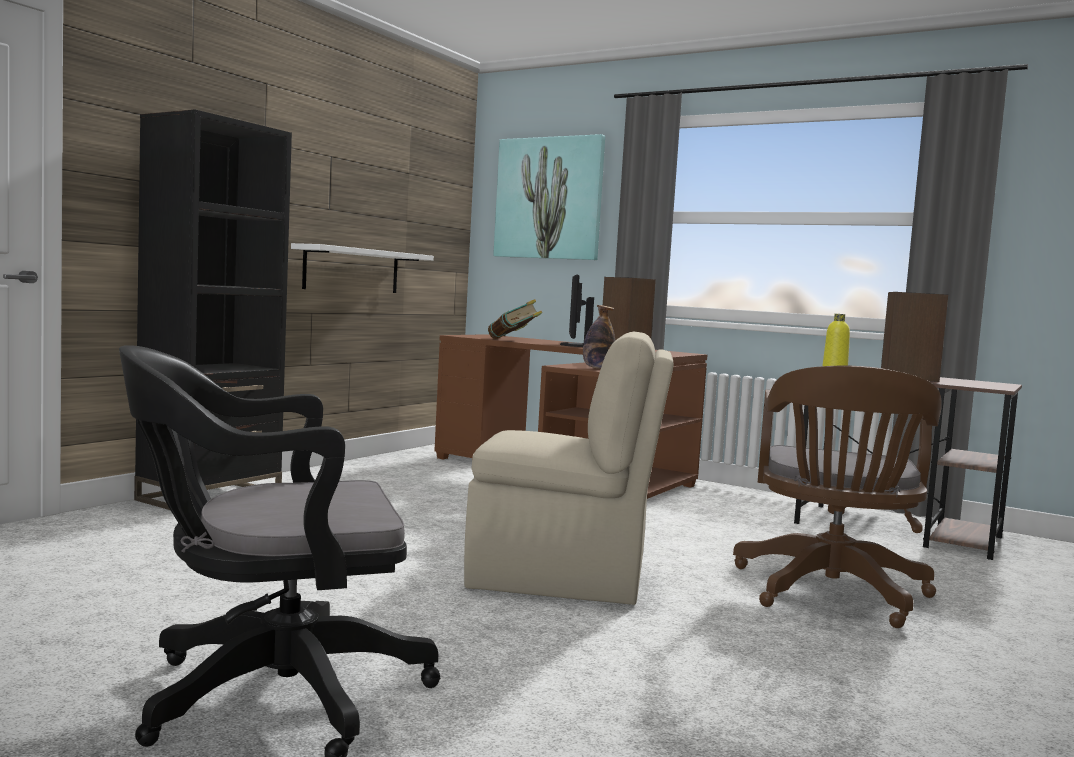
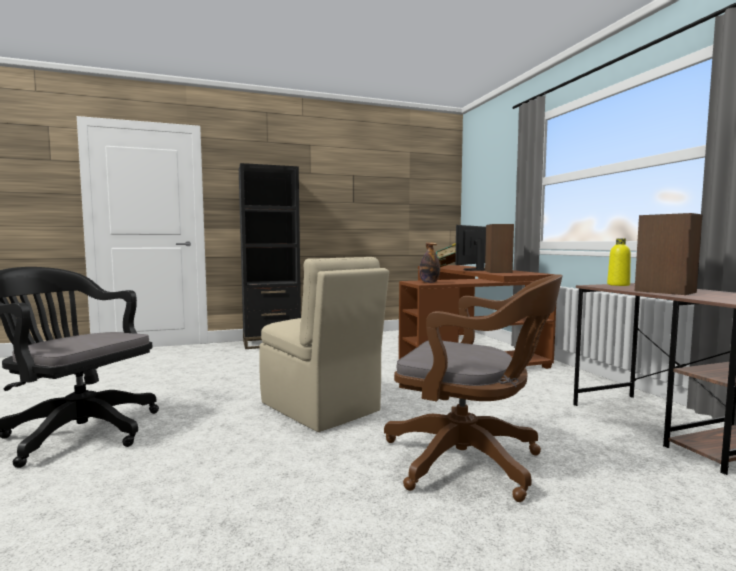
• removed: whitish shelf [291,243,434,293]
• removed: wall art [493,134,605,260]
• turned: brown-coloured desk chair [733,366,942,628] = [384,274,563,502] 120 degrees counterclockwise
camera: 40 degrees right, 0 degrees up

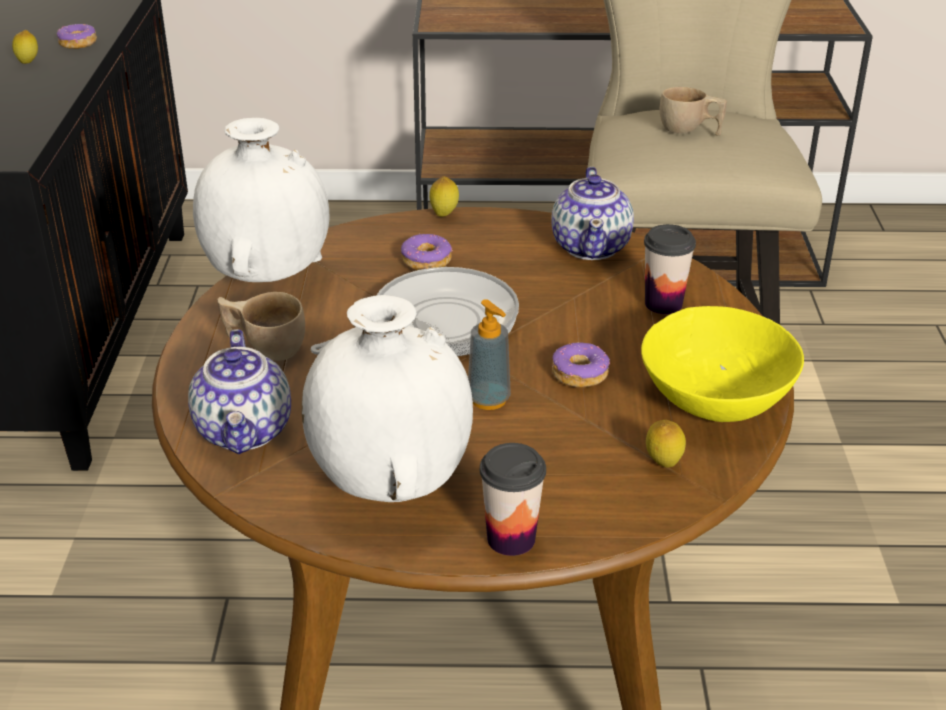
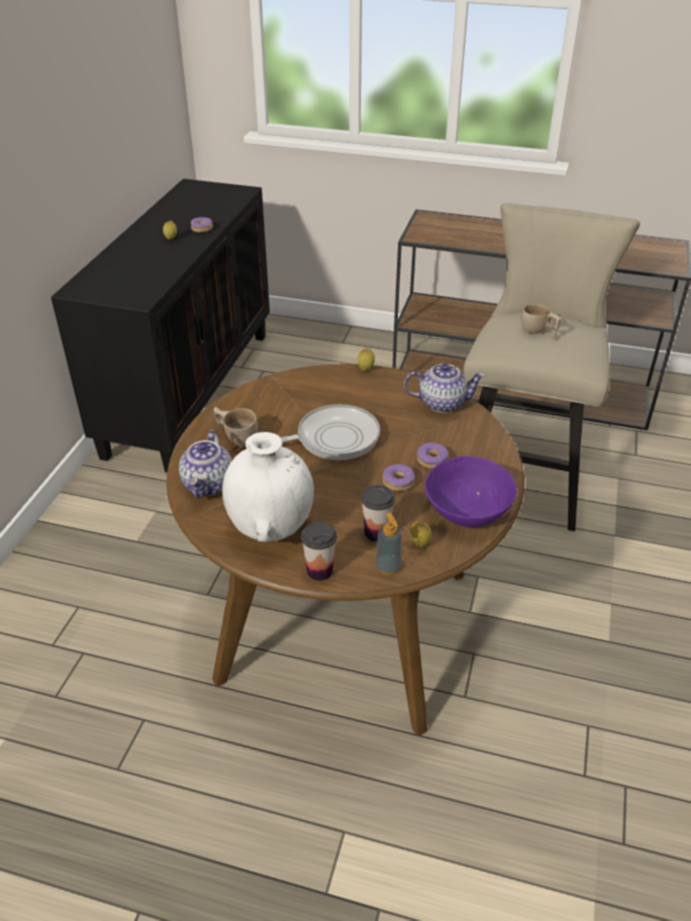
• removed: whitish decorative vase [193,118,329,282]
• moved: doughnut [401,234,453,270] to [417,443,449,469]
• moved: soap dispenser [468,299,511,410] to [375,513,402,575]
• moved: drinking cup [644,224,696,314] to [361,485,395,541]
• recoloured: yellowish serving bowl [641,306,804,422] to purple-coloured serving bowl [425,456,517,527]
• turned: teapot [551,167,634,260] = [404,363,485,413] 105 degrees counterclockwise
camera: 15 degrees right, 5 degrees up

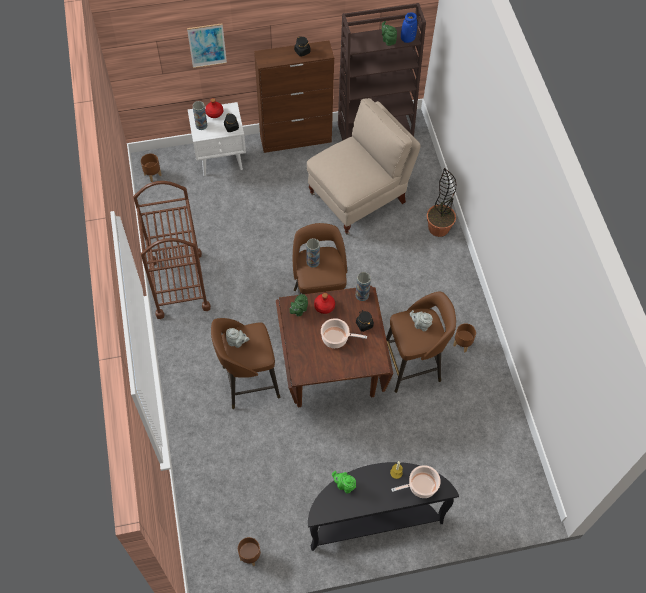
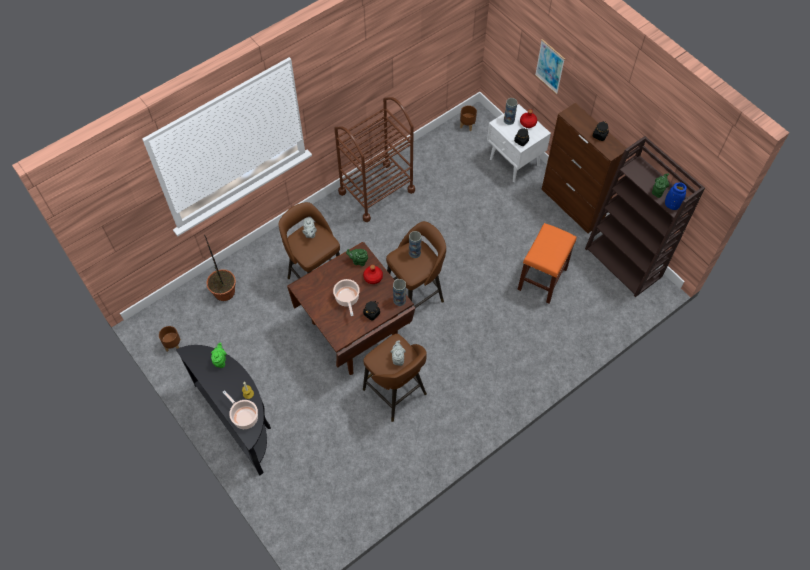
• removed: brown-coloured flower pot [453,323,476,353]
• moved: houseplant [427,168,456,237] to [204,235,236,301]
• replaced: beige-coloured upright chair [307,98,421,235] to orange sitting stool [517,223,577,304]
camera: 65 degrees right, 0 degrees up

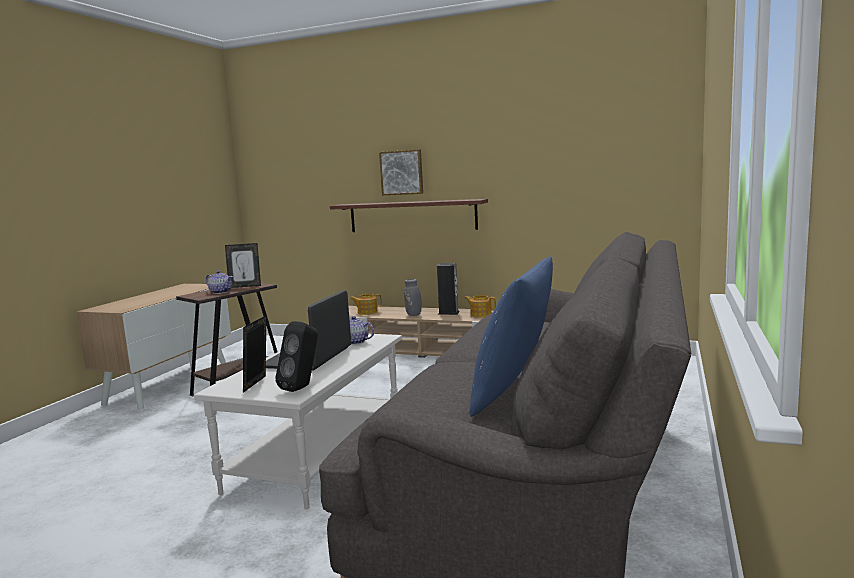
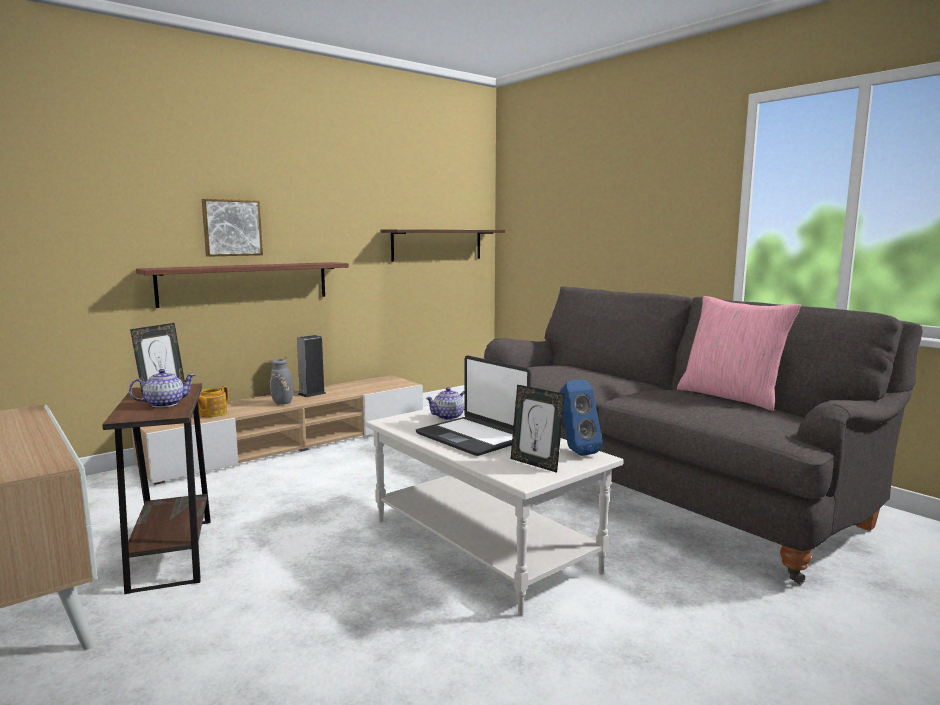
• removed: teapot [464,295,496,318]
• added: shelf [381,229,505,262]
• recoloured: blackish speaker [275,321,318,392] to blue speaker [559,380,603,456]
• recoloured: blue pillow [469,257,553,417] to pink pillow [677,296,801,411]
camera: 60 degrees left, 0 degrees up

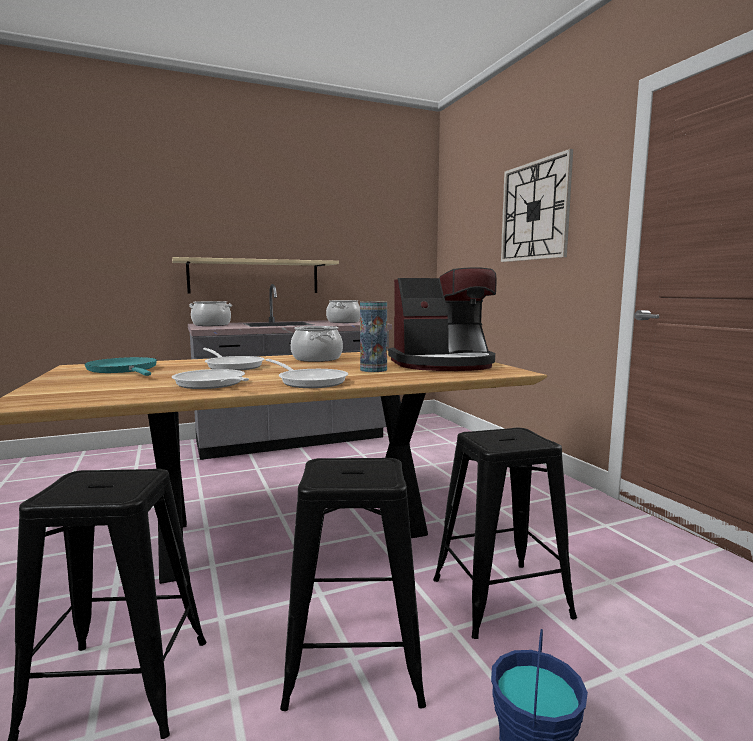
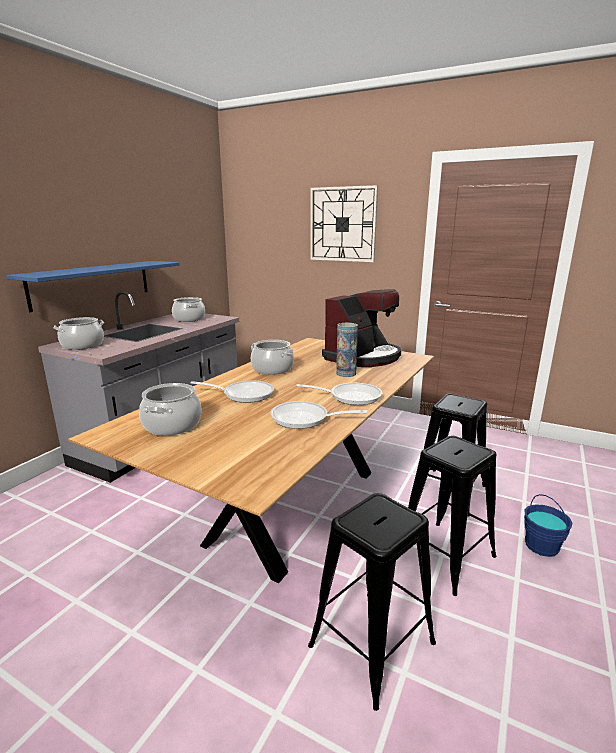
• replaced: blue-green pan [84,357,157,376] to stockpot [139,383,202,436]
• recoloured: beige-coloured shelf [172,257,339,294] to blue shelf [6,261,180,312]
camera: 40 degrees left, 10 degrees up

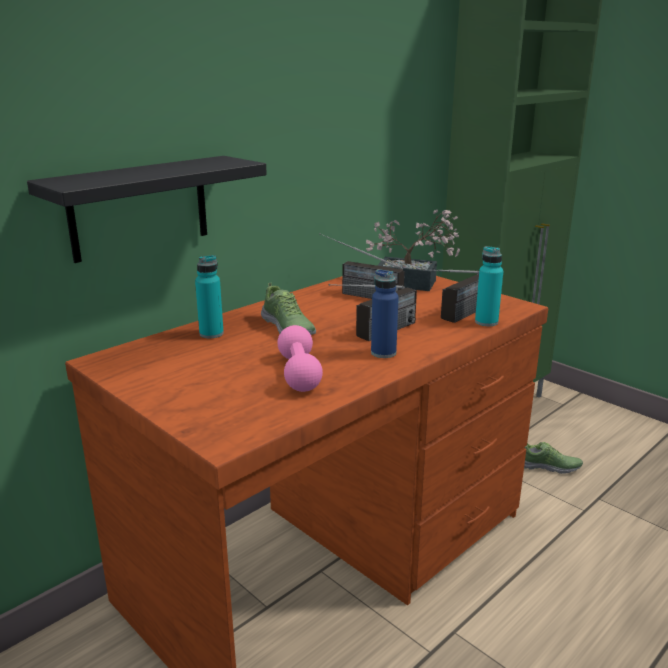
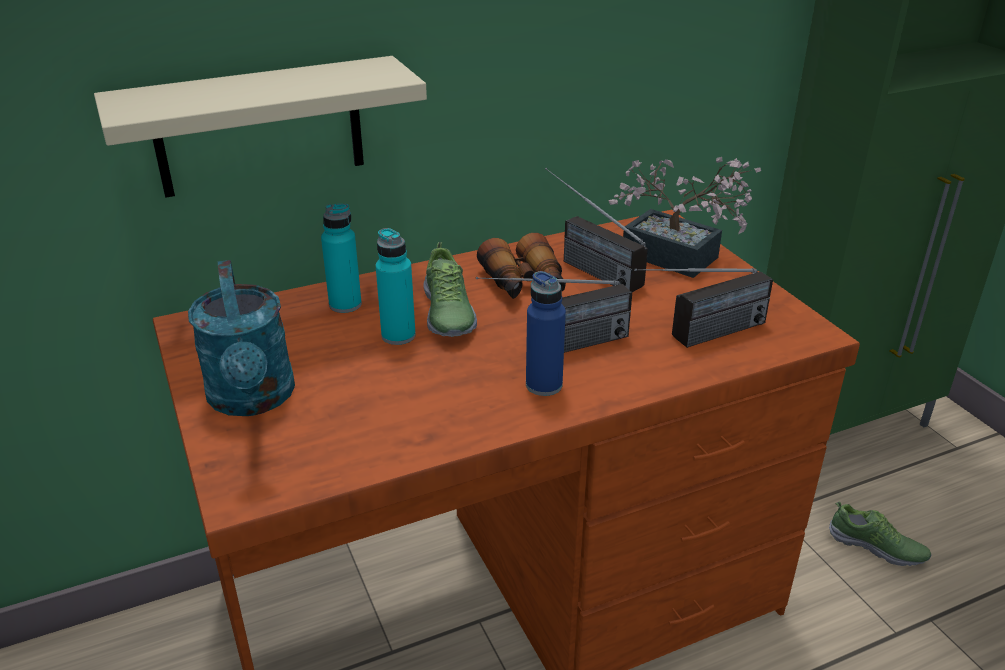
• removed: pink dumbbell [278,325,323,392]
• added: blue-green watering pot [188,260,295,416]
• added: binoculars [477,233,566,299]
• moved: blue-green bottle [475,246,503,326] to [376,228,416,345]
• recoloured: blackish shelf [27,156,267,263] to beige-coloured shelf [94,56,427,198]
camera: 20 degrees right, 10 degrees up

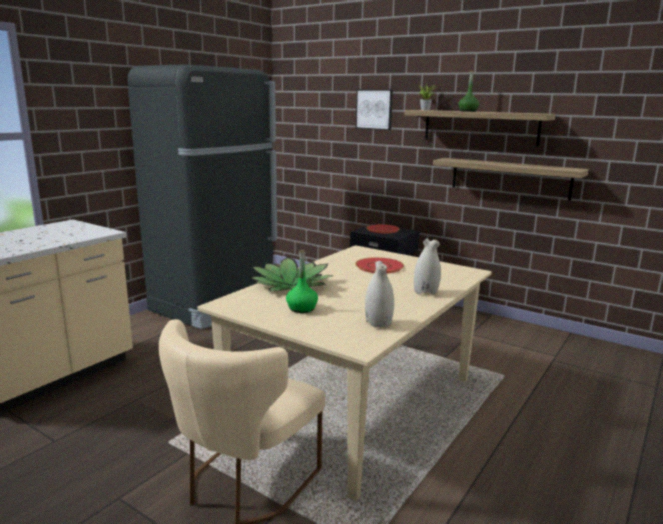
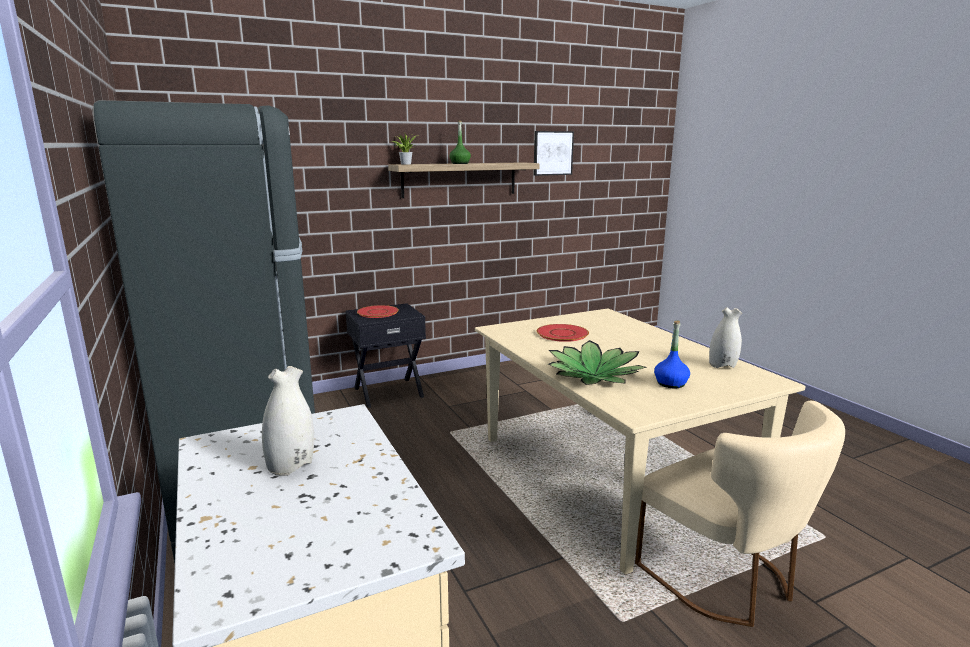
• removed: shelf [433,158,589,200]
• moved: wall art [355,89,393,130] to [534,131,574,176]
• moved: whitish decorative vase [414,239,441,295] to [262,366,314,476]
• recoloured: green-coloured bottle [286,250,318,313] to blue bottle [654,321,690,388]
camera: 60 degrees left, 0 degrees up

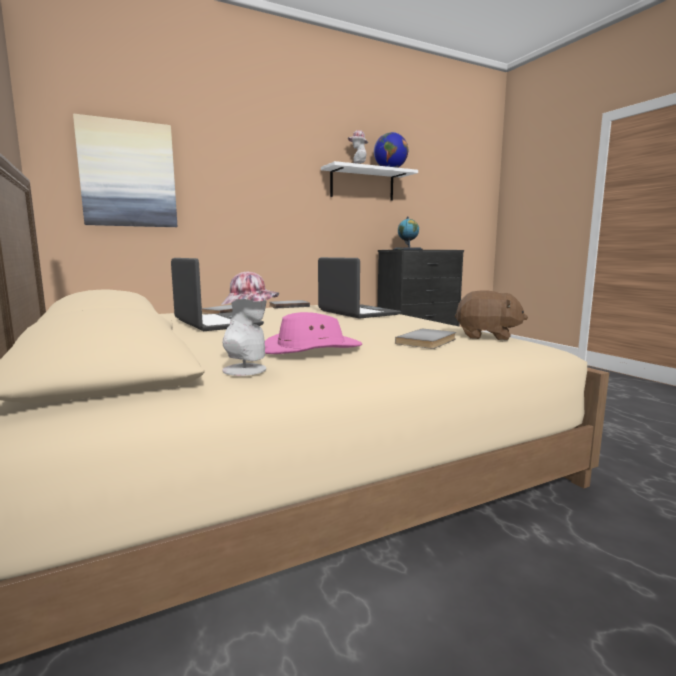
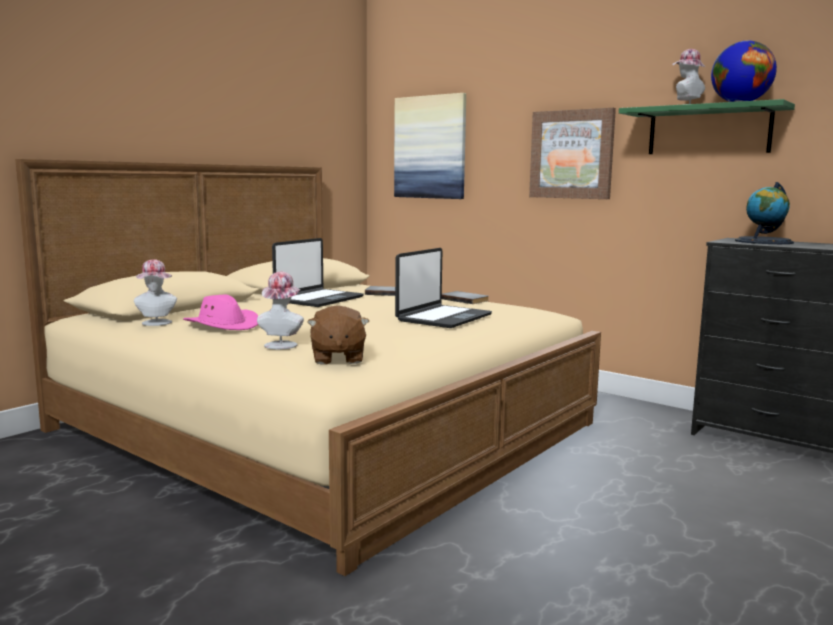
• added: wall art [529,108,616,199]
• replaced: greyish book [395,329,456,349] to hat [257,272,304,350]
• recoloured: whitish shelf [321,161,418,201] to green-coloured shelf [619,99,795,154]
camera: 65 degrees right, 0 degrees up

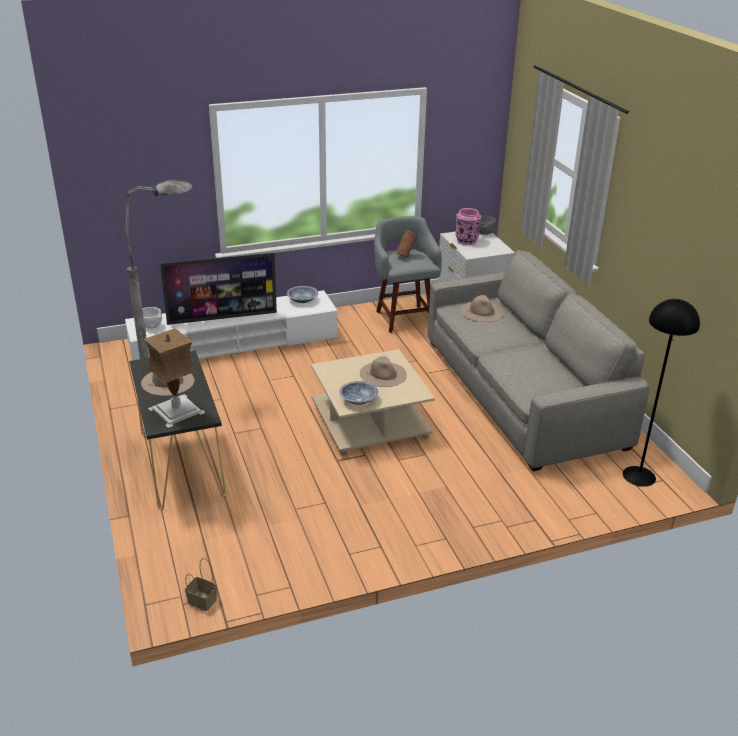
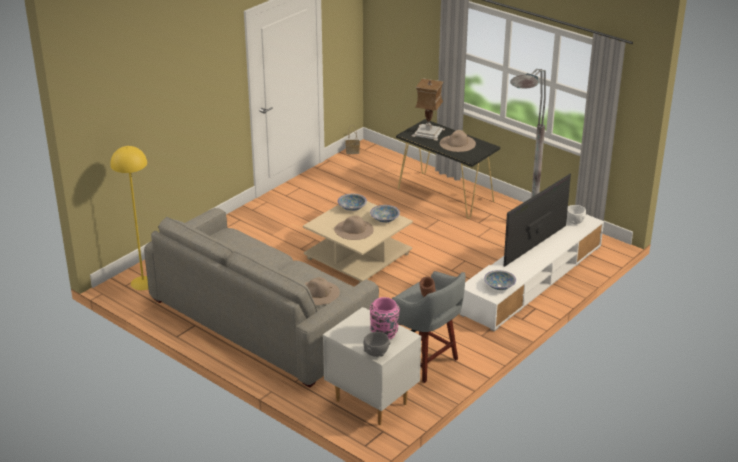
• added: serving bowl [370,205,400,222]
• recoloured: blackish floor lamp [623,299,700,487] to yellowish floor lamp [110,146,148,290]
camera: 150 degrees right, 0 degrees up

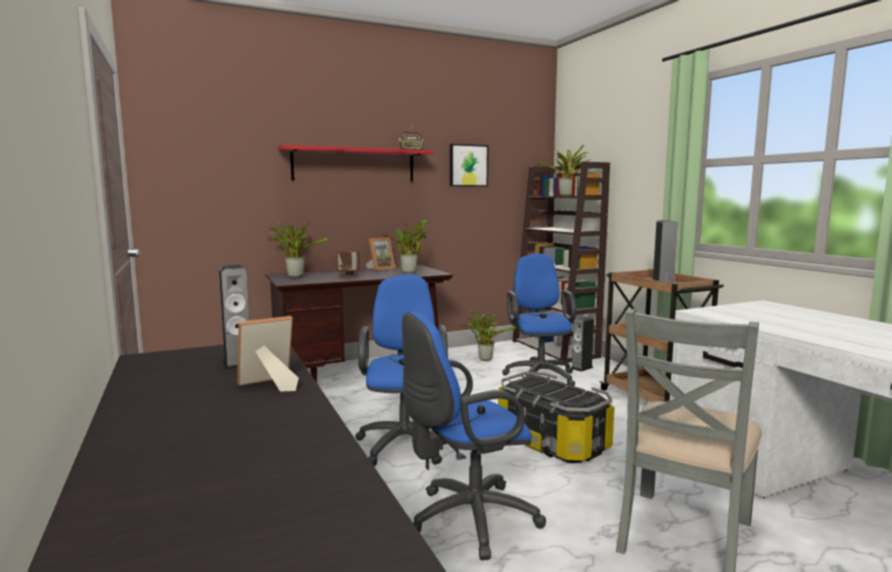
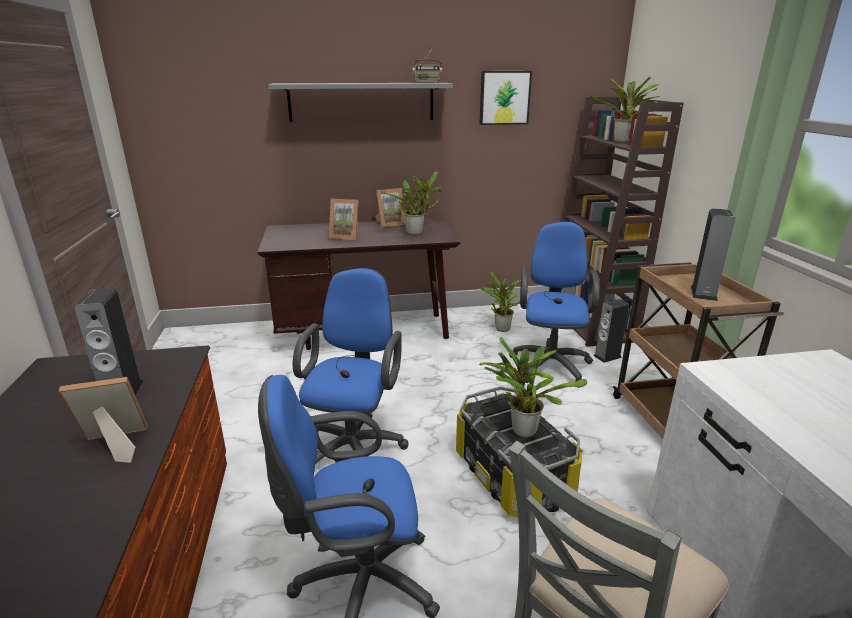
• moved: houseplant [267,221,329,277] to [479,338,587,438]
• replaced: brown-coloured speaker [336,250,360,277] to photo frame [329,199,358,240]
• recoloured: red shelf [278,145,434,182] to greyish shelf [268,83,453,122]
camera: 15 degrees right, 15 degrees up

